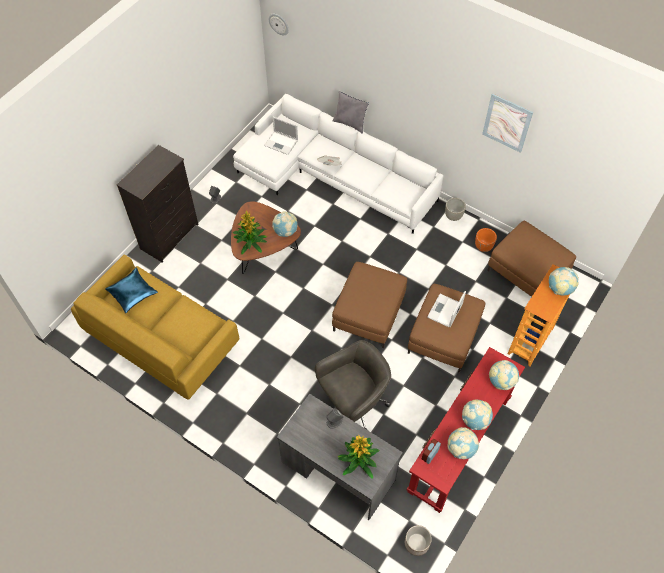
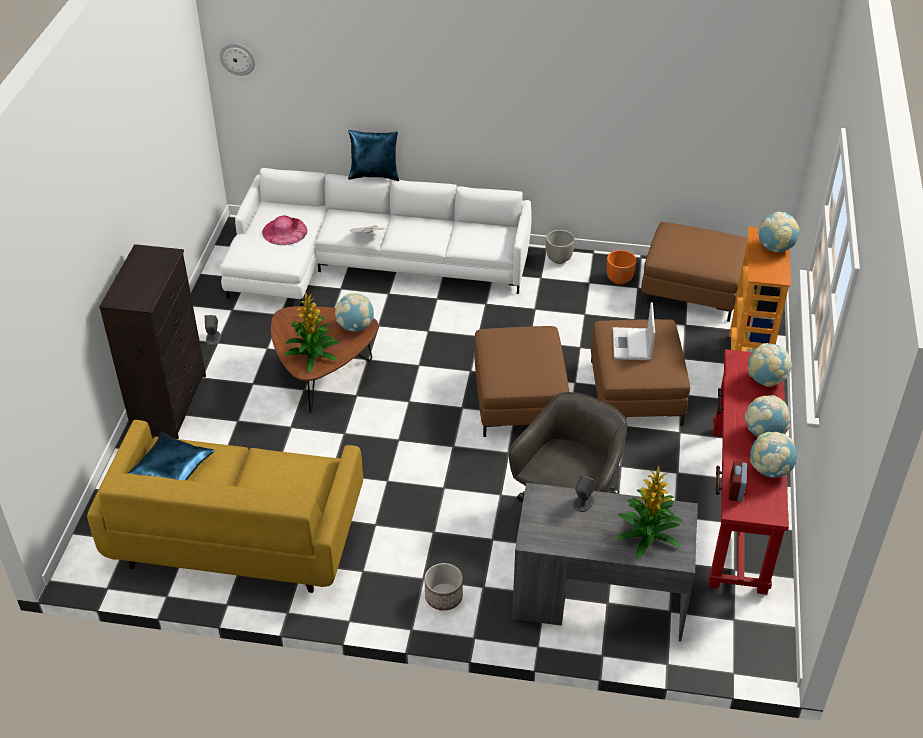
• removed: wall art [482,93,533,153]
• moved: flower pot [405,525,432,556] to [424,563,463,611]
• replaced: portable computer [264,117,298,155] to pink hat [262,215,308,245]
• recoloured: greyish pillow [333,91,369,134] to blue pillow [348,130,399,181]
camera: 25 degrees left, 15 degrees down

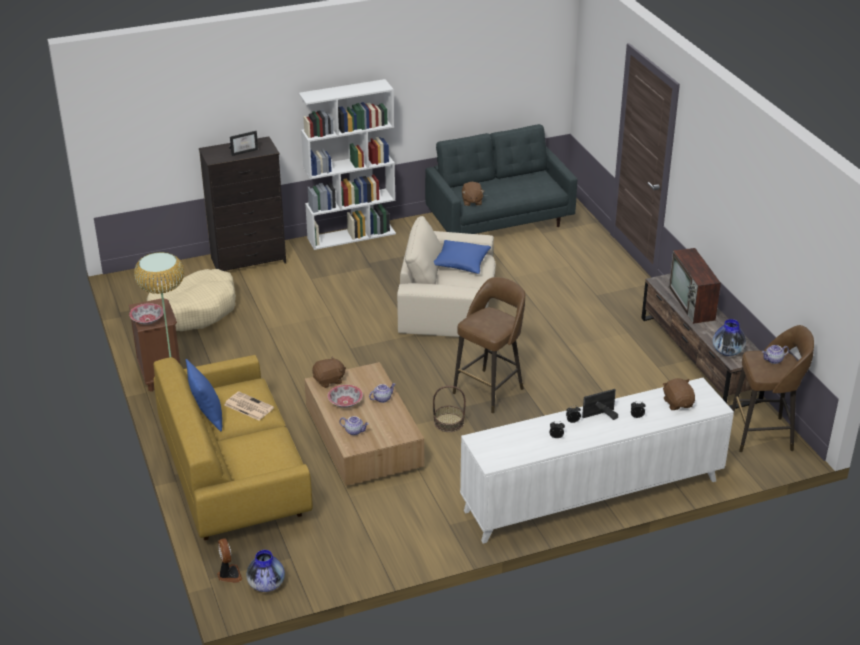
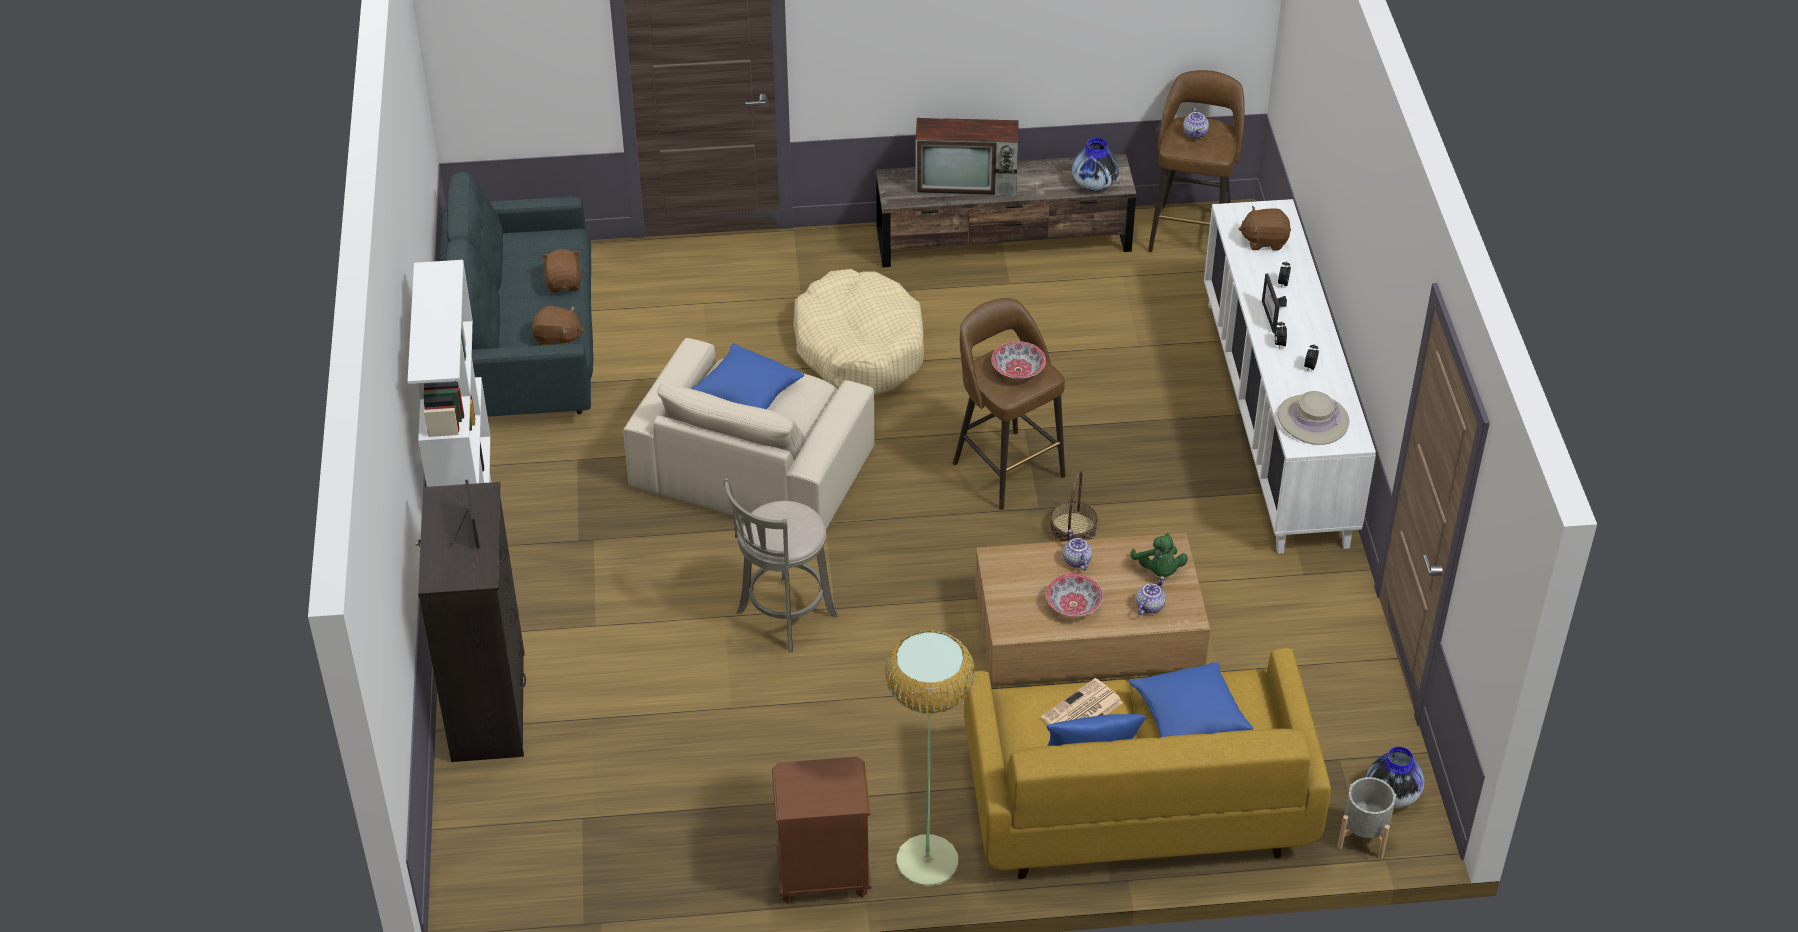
• added: greyish sitting stool [724,478,838,652]
• added: blue pillow [1129,662,1254,737]
• added: green-coloured plush toy [1130,533,1188,577]
• added: beige-coloured hat [1278,391,1349,445]
• moved: serving bowl [129,303,164,325] to [992,341,1046,380]
• moved: beige-coloured dog cushion [147,269,236,331] to [793,269,924,395]
• moved: brown-coloured plush toy [312,356,346,388] to [541,249,581,293]
• replaced: cooling fan [217,538,243,583] to greyish flower pot [1337,777,1396,859]
camera: 75 degrees left, 10 degrees up

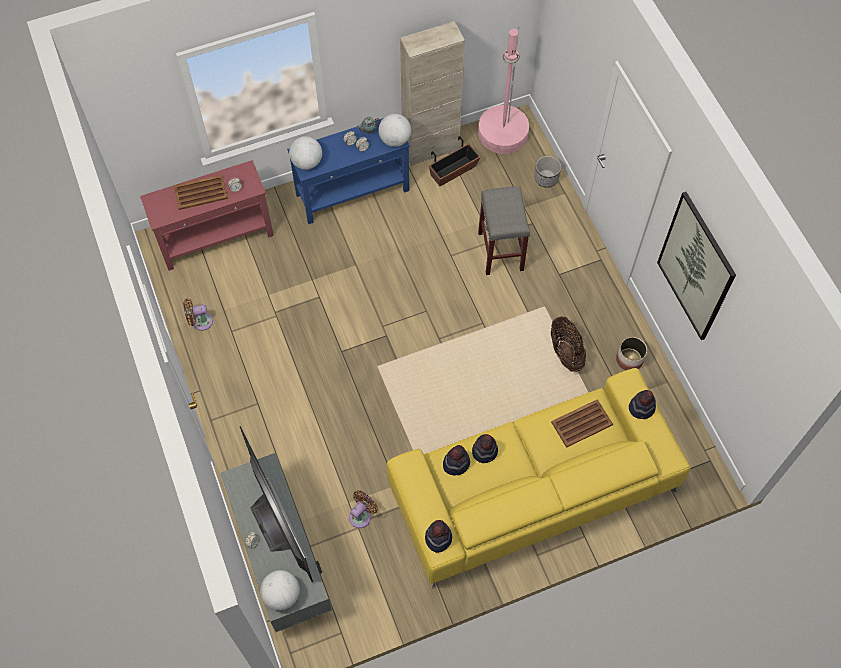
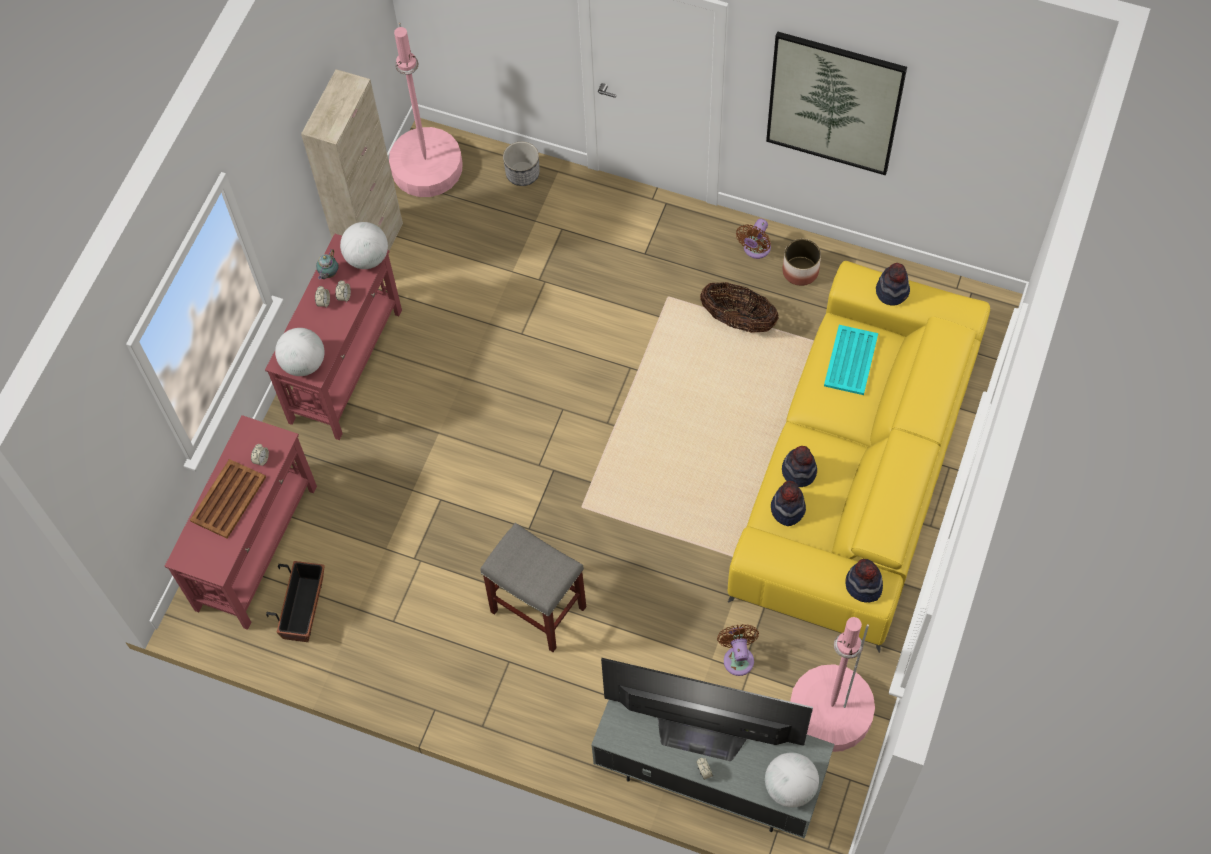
• added: pink floor lamp [790,617,875,752]
• moved: brown-coloured cooling fan [183,299,213,331] to [736,219,771,259]
• moved: flower pot [429,136,480,186] to [266,561,325,642]
• moved: greyish sitting stool [478,187,530,275] to [480,523,586,652]
• recoloured: blue hall table [287,118,410,224] to red hall table [265,234,402,440]
• recoloured: brown-coloured tray [551,399,613,448] to blue-green tray [824,325,878,395]
camera: 45 degrees left, 0 degrees up

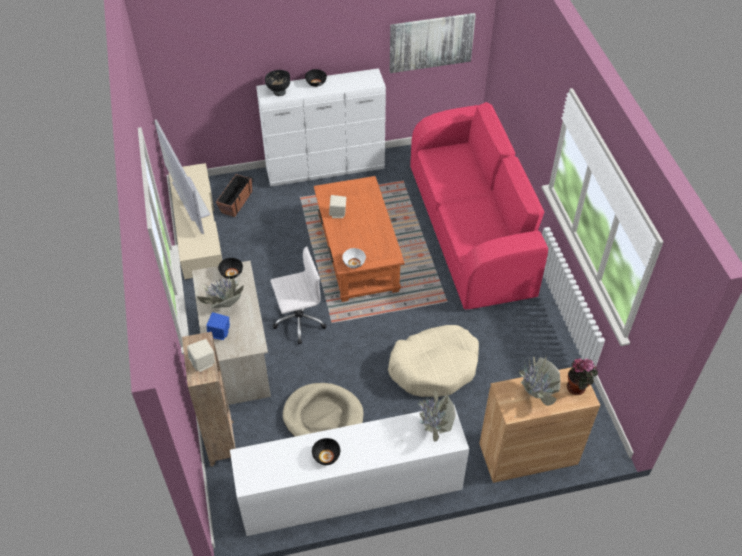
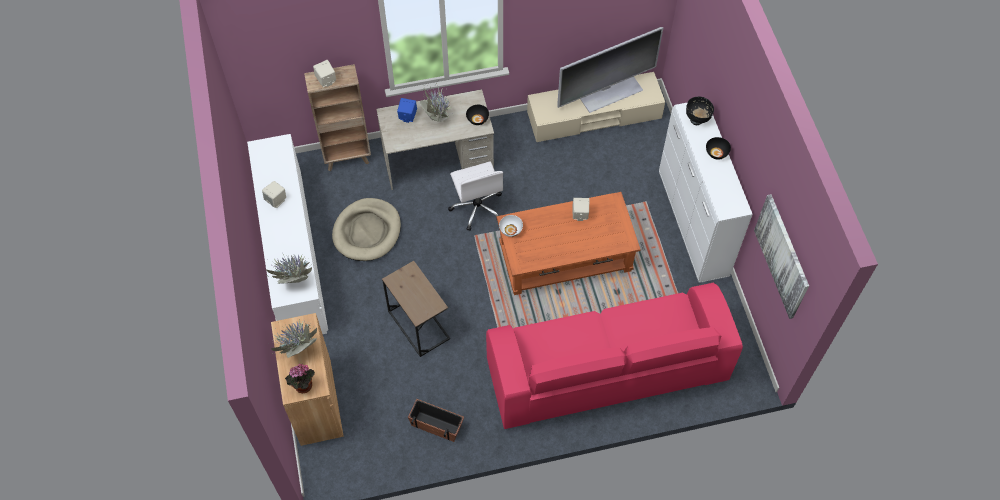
• moved: flower pot [216,174,253,217] to [408,399,464,442]
• replaced: blackish serving bowl [312,438,340,465] to beige-coloured speaker [262,181,286,208]
• replaced: beige-coloured dog cushion [388,325,479,397] to brown-coloured side table [382,261,450,357]
camera: 90 degrees right, 10 degrees up

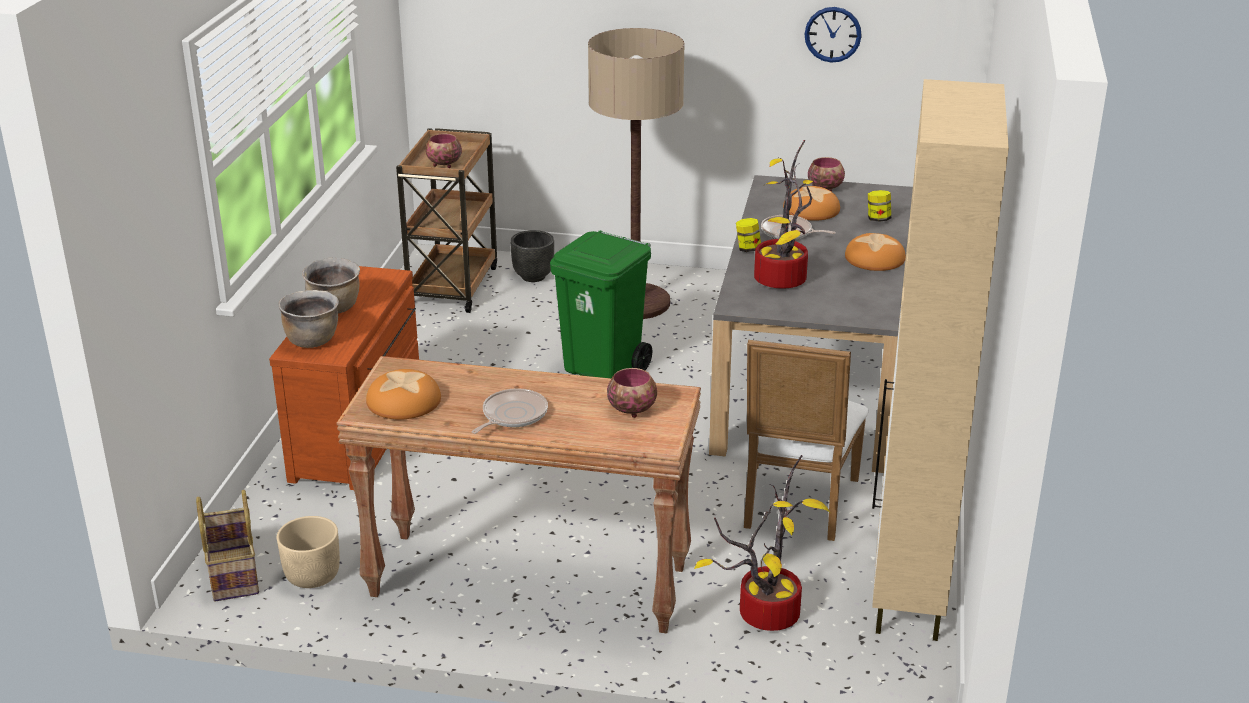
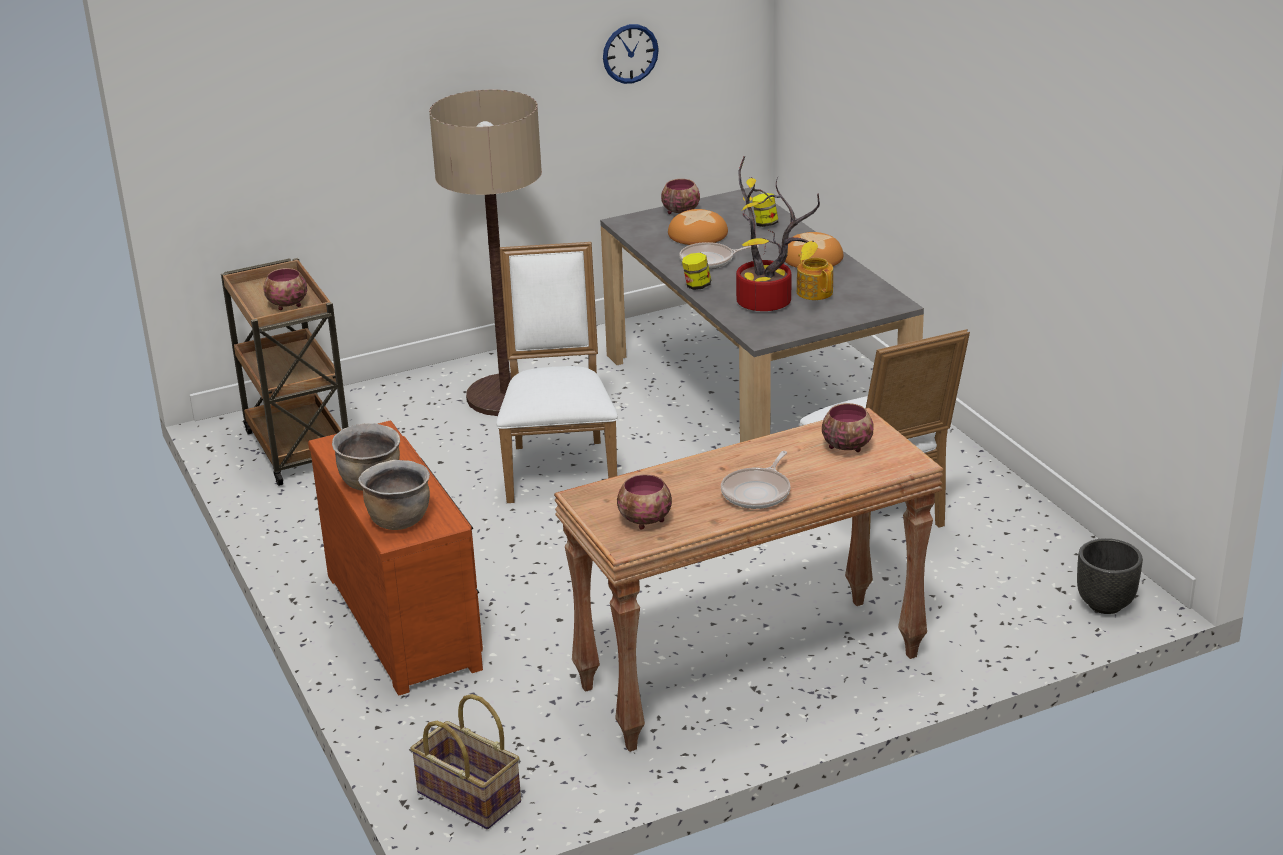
• removed: beige-coloured flower pot [277,516,340,588]
• removed: houseplant [694,455,831,631]
• removed: beige-coloured cupboard [872,79,1009,641]
• added: teapot [797,253,833,300]
• moved: blackish flower pot [510,230,554,282] to [1077,538,1143,614]
• replaced: bakery bread [366,369,441,420] to serving bowl [617,474,672,529]
• replaced: green-coloured rubbish bin [550,230,652,378] to whitish upright chair [496,242,618,503]
• turned: pan [472,388,548,434] = [721,451,790,509] 150 degrees counterclockwise
camera: 35 degrees left, 0 degrees up

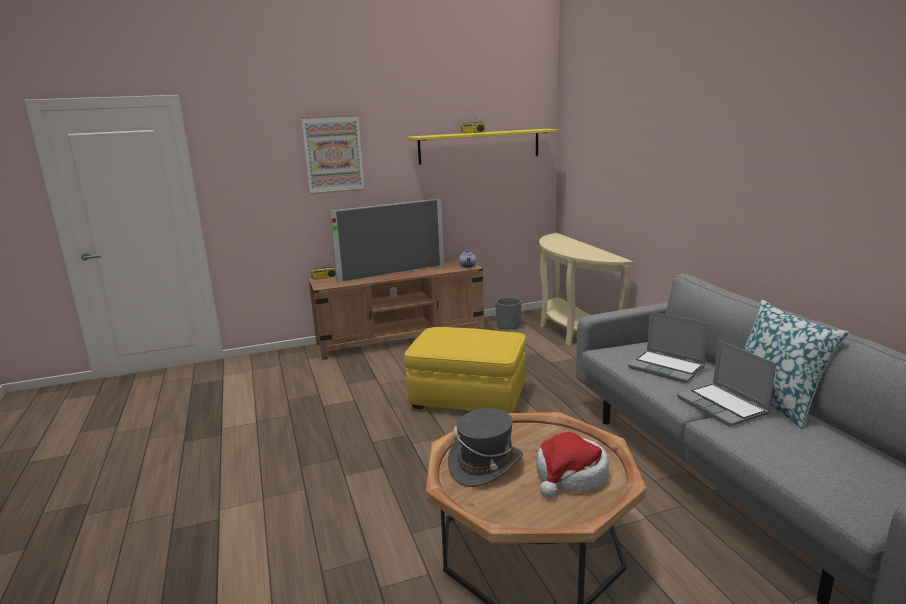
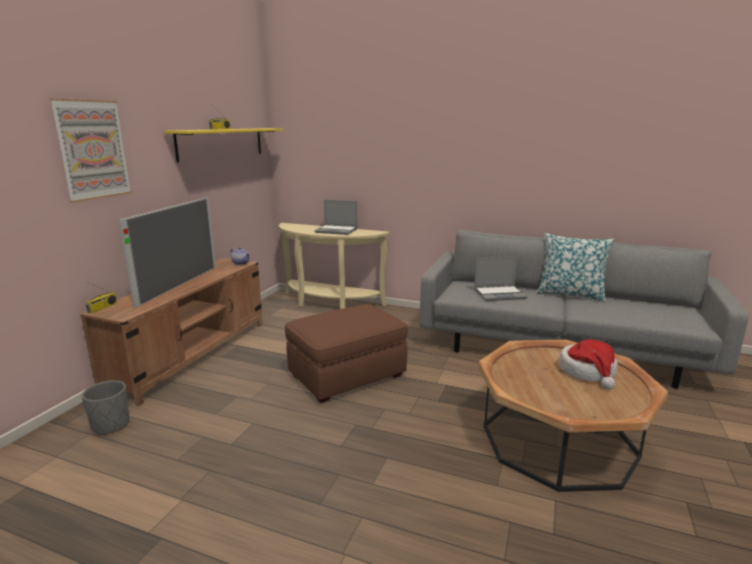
• removed: greyish hat [448,408,523,487]
• moved: greyish flower pot [495,297,522,329] to [82,380,129,435]
• moved: portable computer [677,340,776,427] to [315,200,358,235]
• recoloured: yellowish footrest [404,327,526,413] to brown-coloured footrest [285,304,408,403]
camera: 50 degrees left, 0 degrees up

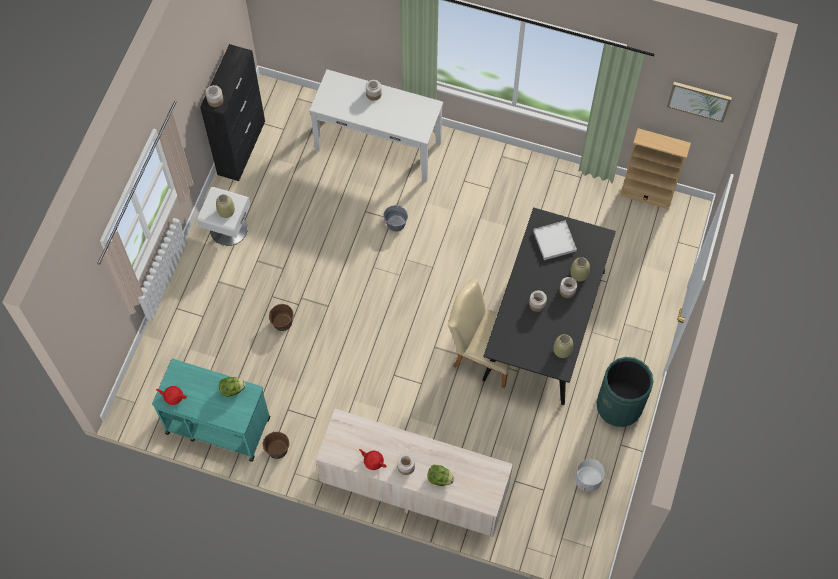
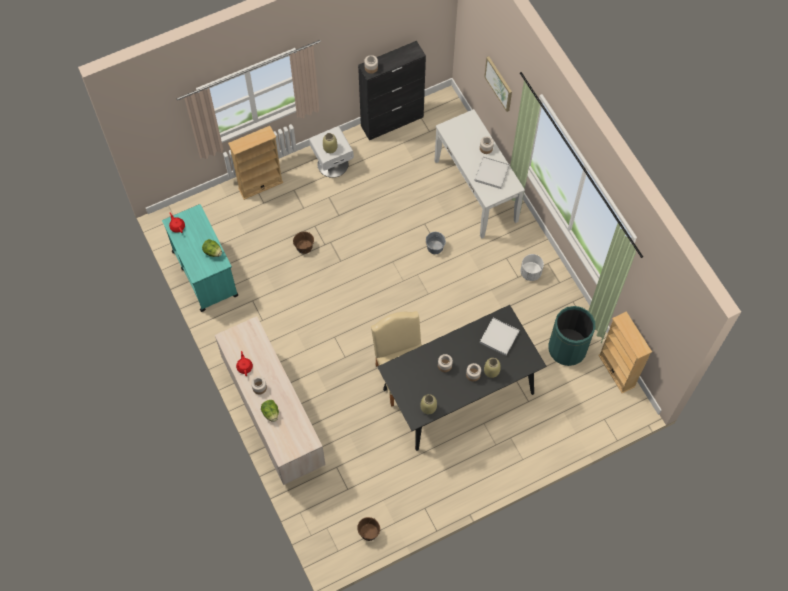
• added: beige-coloured bookcase [228,126,283,200]
• added: whitish tray [474,156,510,189]
• moved: brown-coloured pail [263,432,289,459] to [357,517,380,541]
• moved: whitish flower pot [575,459,605,492] to [520,254,544,281]
• moved: green-coloured rubbish bin [596,357,653,427] to [548,306,595,366]
• moved: wall art [667,82,732,123] to [484,56,512,112]
camera: 45 degrees right, 0 degrees up

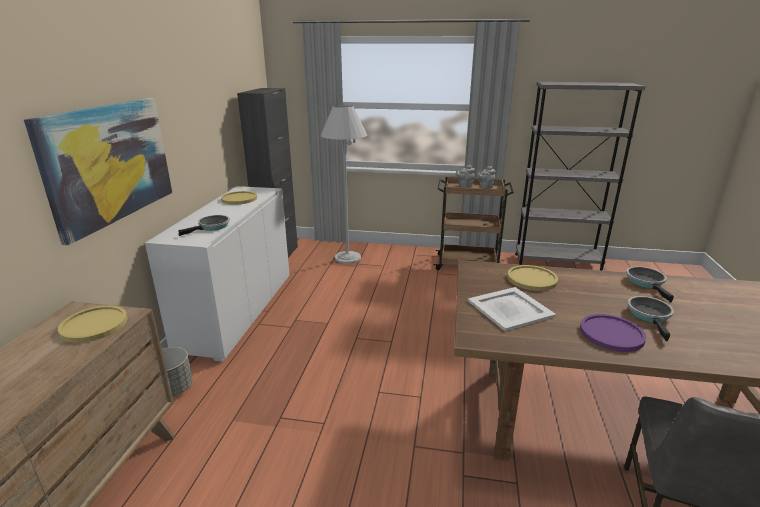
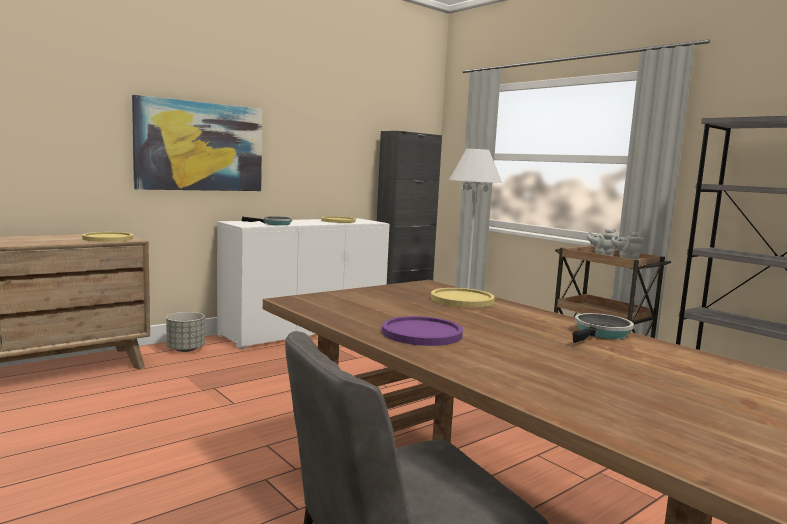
• removed: whitish tray [468,287,556,331]
• removed: pan [627,296,674,341]
camera: 40 degrees right, 15 degrees down

